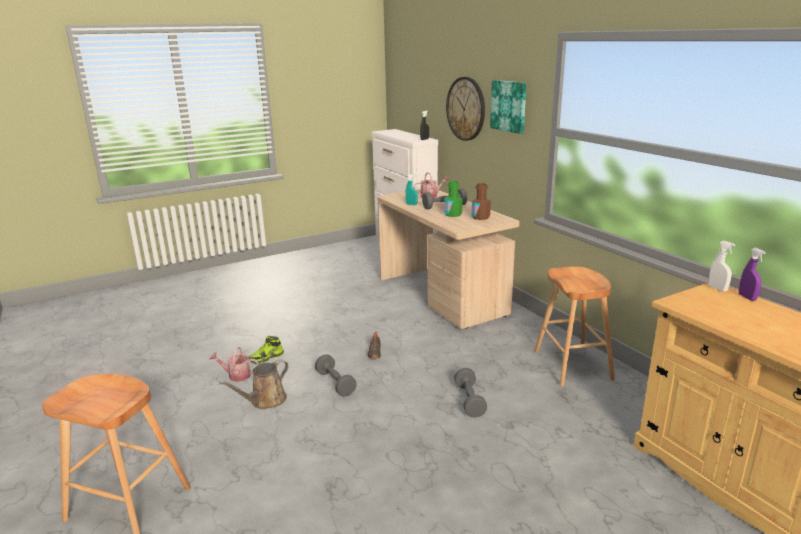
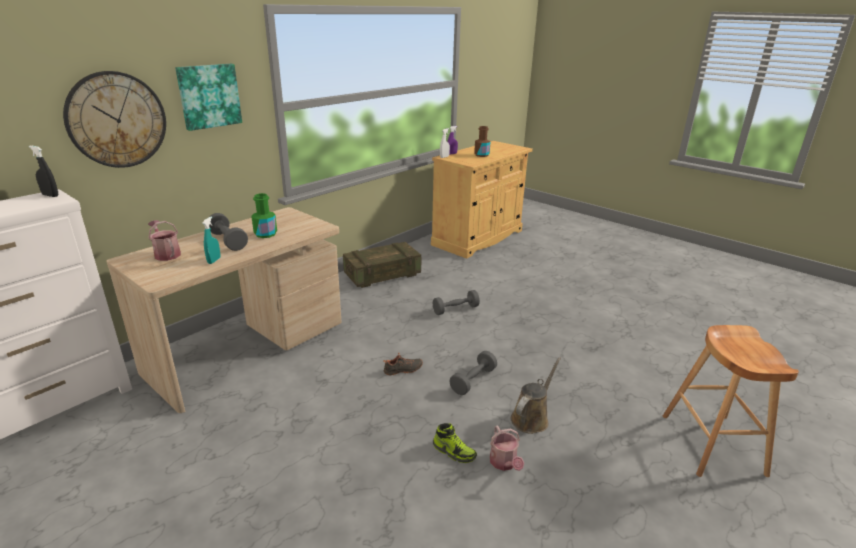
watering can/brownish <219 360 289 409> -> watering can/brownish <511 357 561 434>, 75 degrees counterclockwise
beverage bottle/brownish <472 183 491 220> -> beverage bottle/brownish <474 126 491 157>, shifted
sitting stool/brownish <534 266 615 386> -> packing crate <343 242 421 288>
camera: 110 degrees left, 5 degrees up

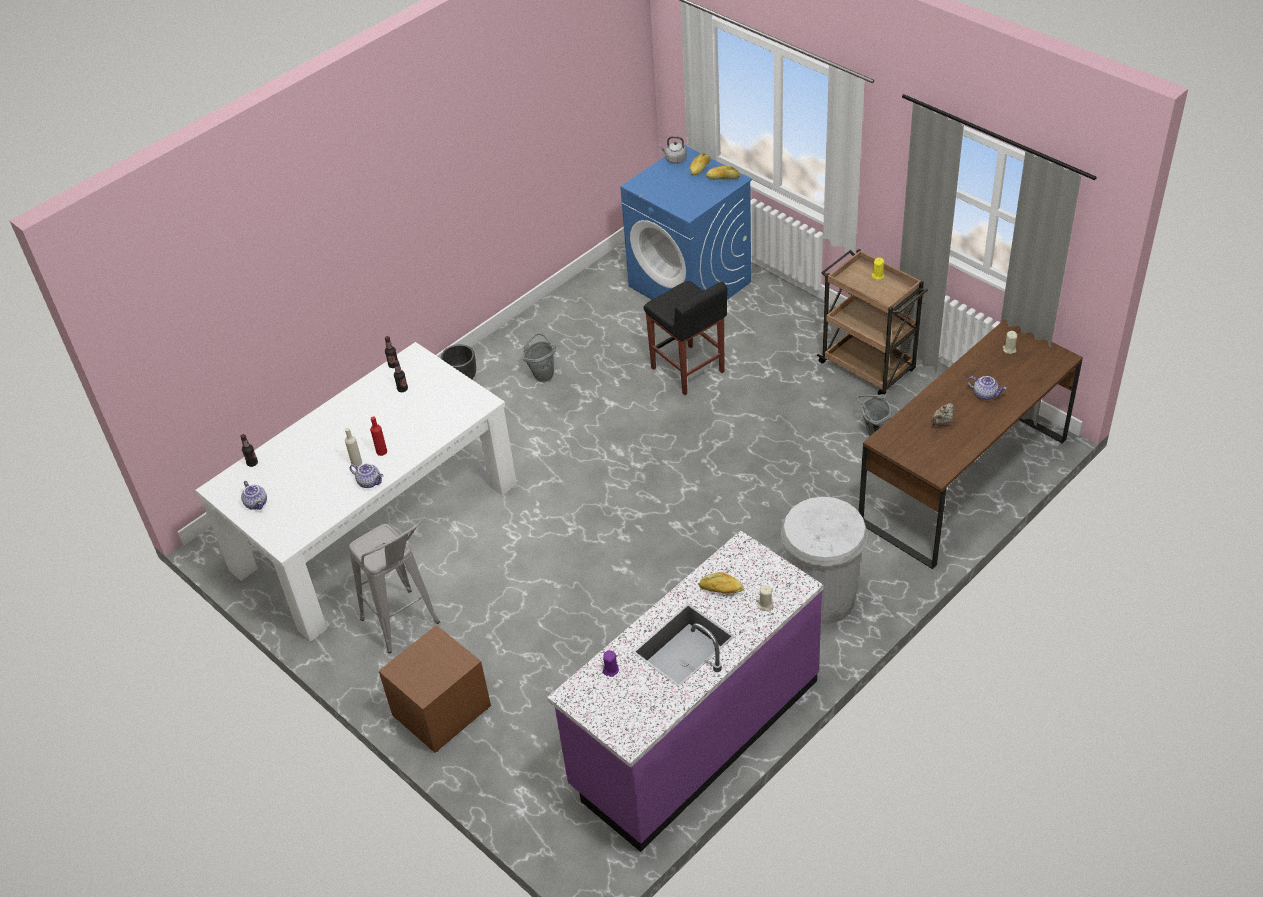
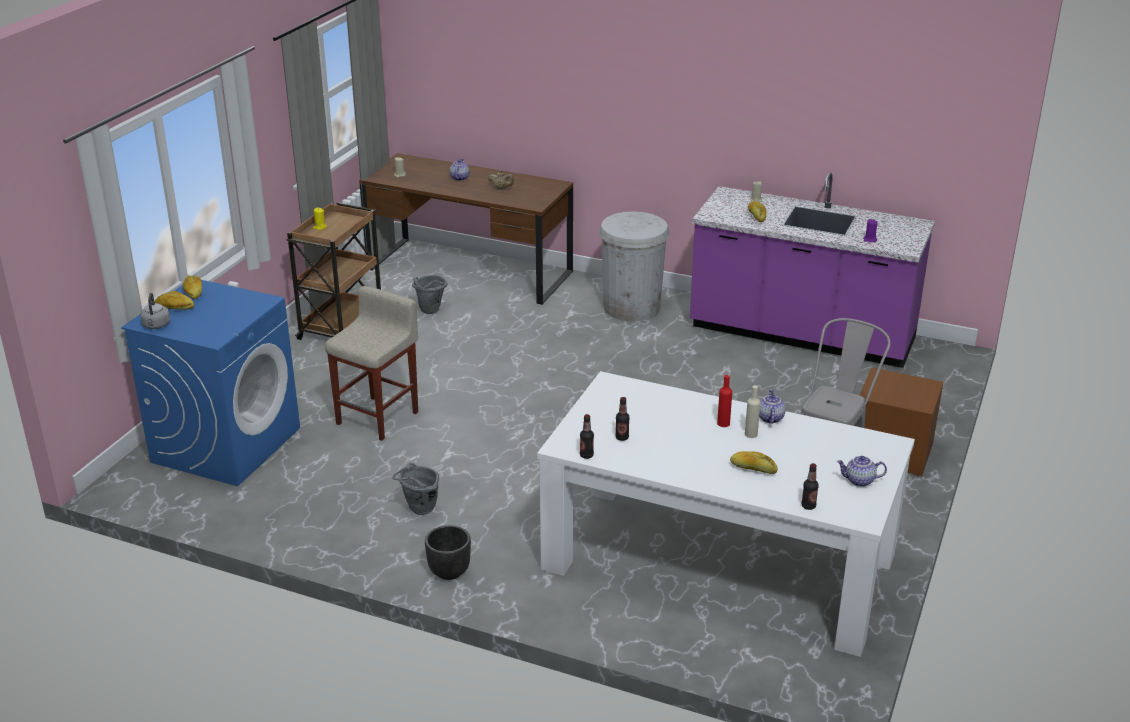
teapot <241 481 267 510> -> teapot <837 456 887 487>, 120 degrees counterclockwise
sitting stool/black <644 281 728 395> -> sitting stool/beige-coloured <325 286 418 441>
none -> baked bread <730 451 778 474>
camera: 115 degrees left, 15 degrees down

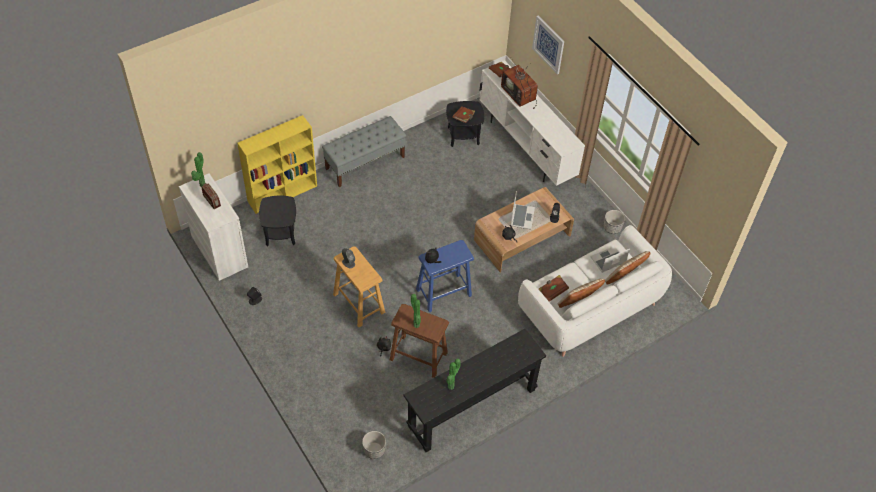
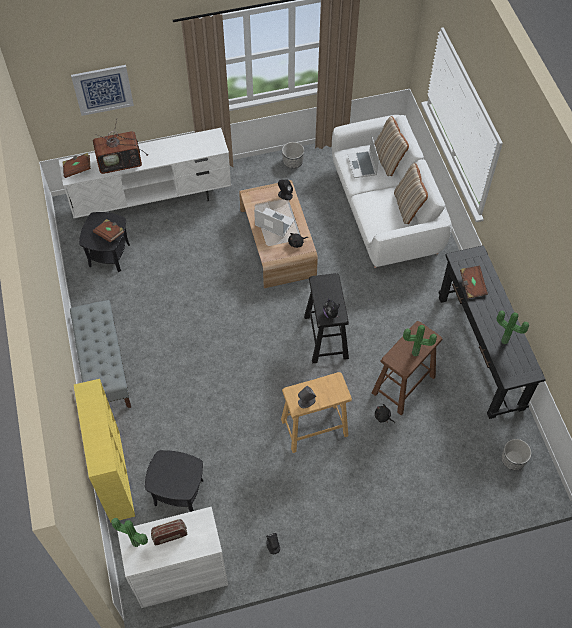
sitting stool/blue-coloured <416 240 474 312> -> sitting stool/black <304 273 349 363>
volume/brownish <539 275 569 302> -> volume/brownish <460 265 488 299>, shifted
camera: 70 degrees left, 5 degrees up

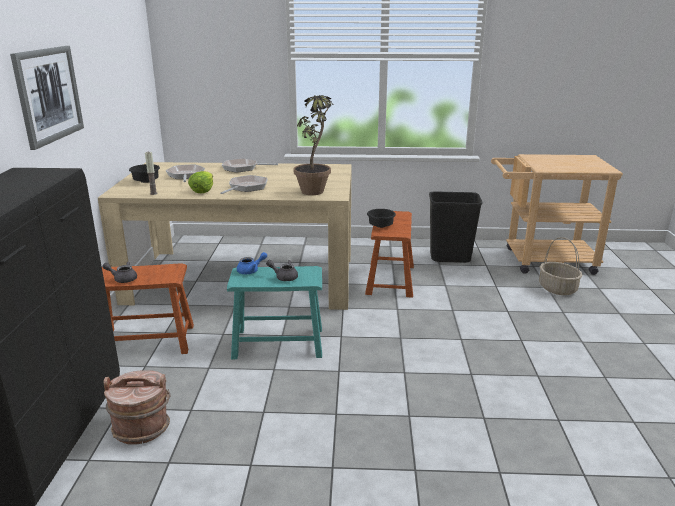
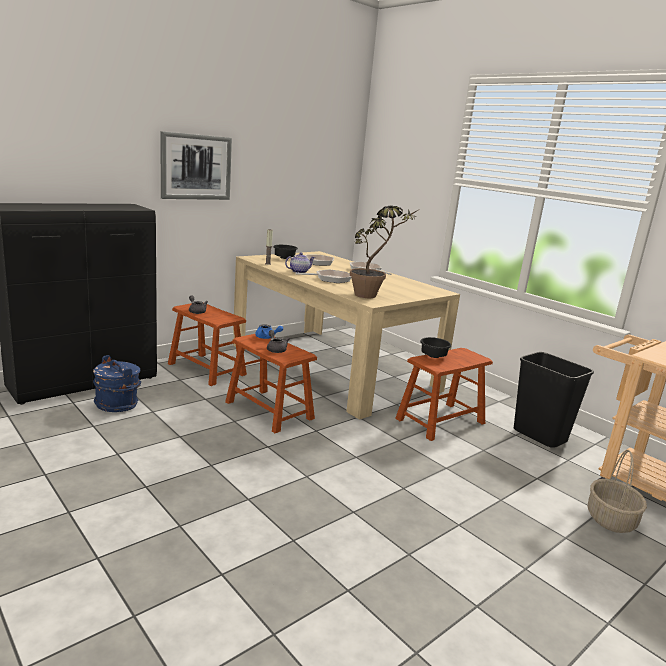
pail/brownish <103 370 170 445> -> pail/blue-coloured <93 355 141 412>
lettuce <188 171 213 193> -> teapot <285 252 315 273>
sitting stool/turquoise <227 266 322 359> -> sitting stool/brownish <225 334 317 433>
camera: 45 degrees right, 5 degrees down

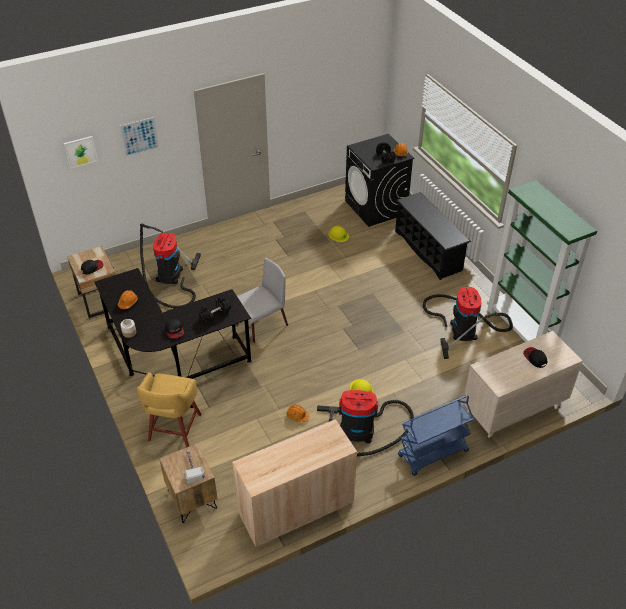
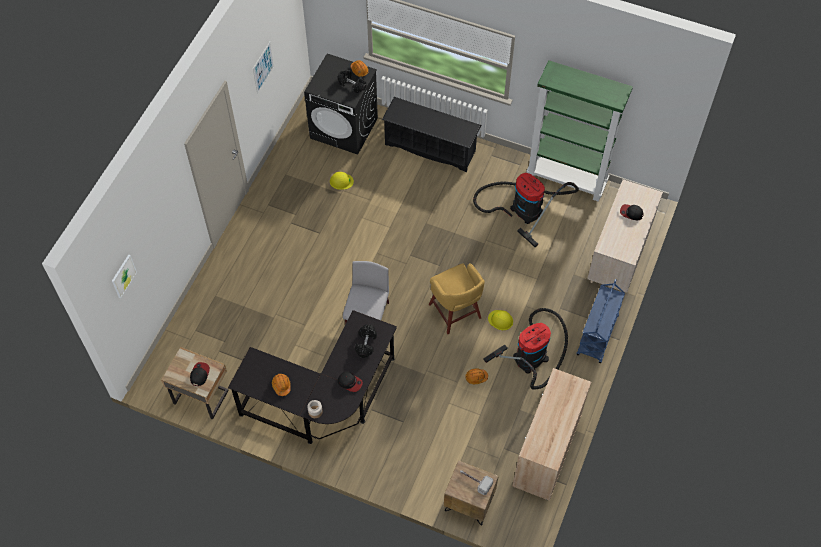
wall picture <119 117 160 157> -> wall picture <253 42 274 94>, shifted
sitting stool/yellowish <137 372 202 448> -> sitting stool/yellowish <429 263 485 334>, shifted
vacuum <140 223 201 308> -> none
camera: 40 degrees left, 15 degrees up

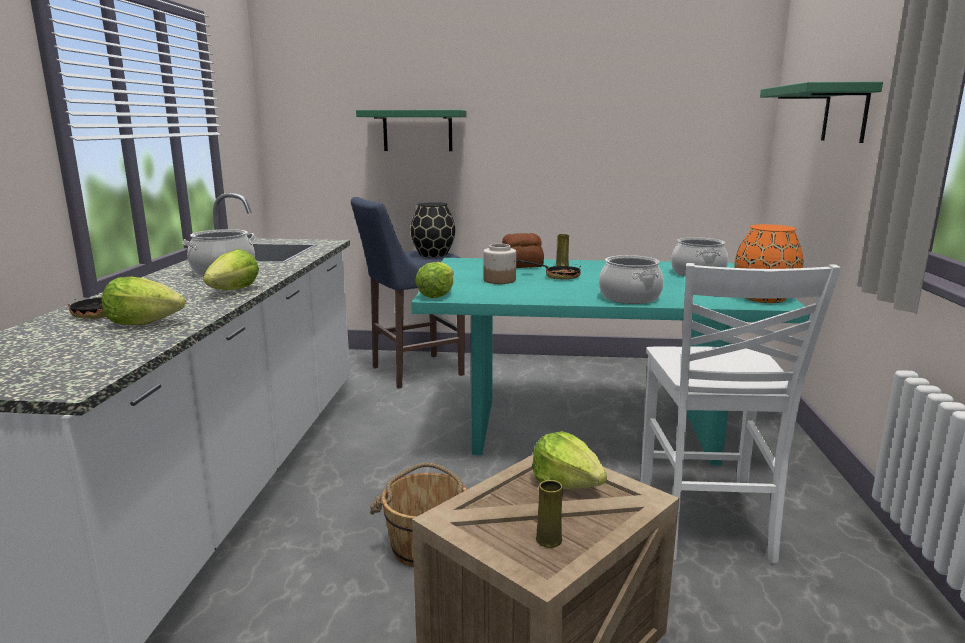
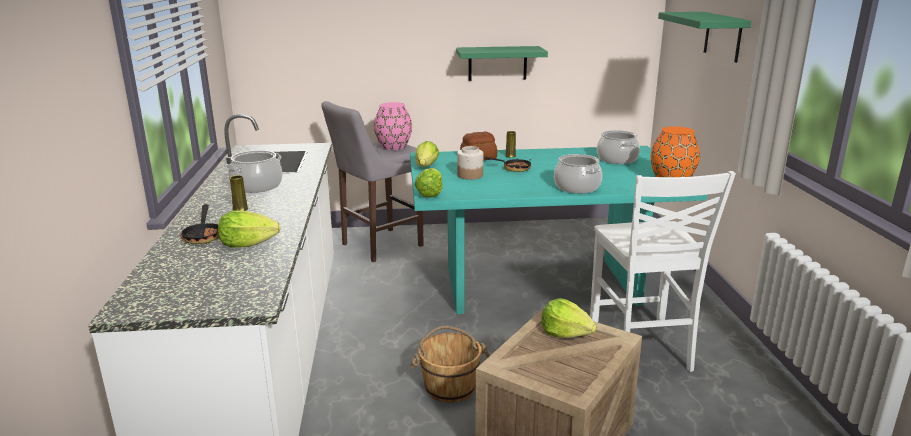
lettuce <203 249 259 290> -> lettuce <415 141 439 167>, shifted
sitting stool/blue-coloured <351 197 465 389> -> sitting stool/greyish <321 101 423 262>
shelf/green-coloured <356 110 467 151> -> shelf/green-coloured <456 46 548 81>, shifted
flower vase/black <411 202 455 257> -> flower vase/pink-coloured <374 102 412 150>
flower vase/yellowish <536 480 563 548> -> flower vase/yellowish <230 175 248 211>, shifted
camera: 10 degrees left, 5 degrees up

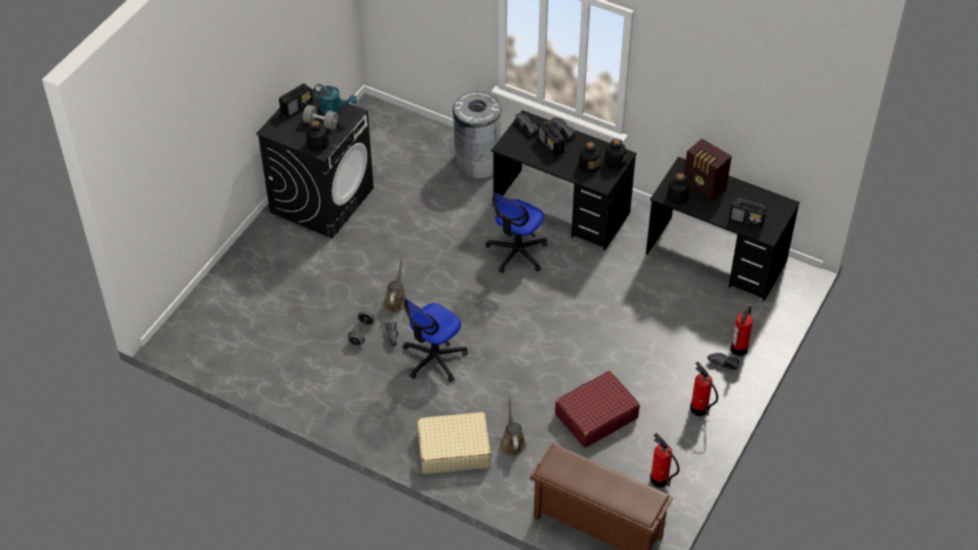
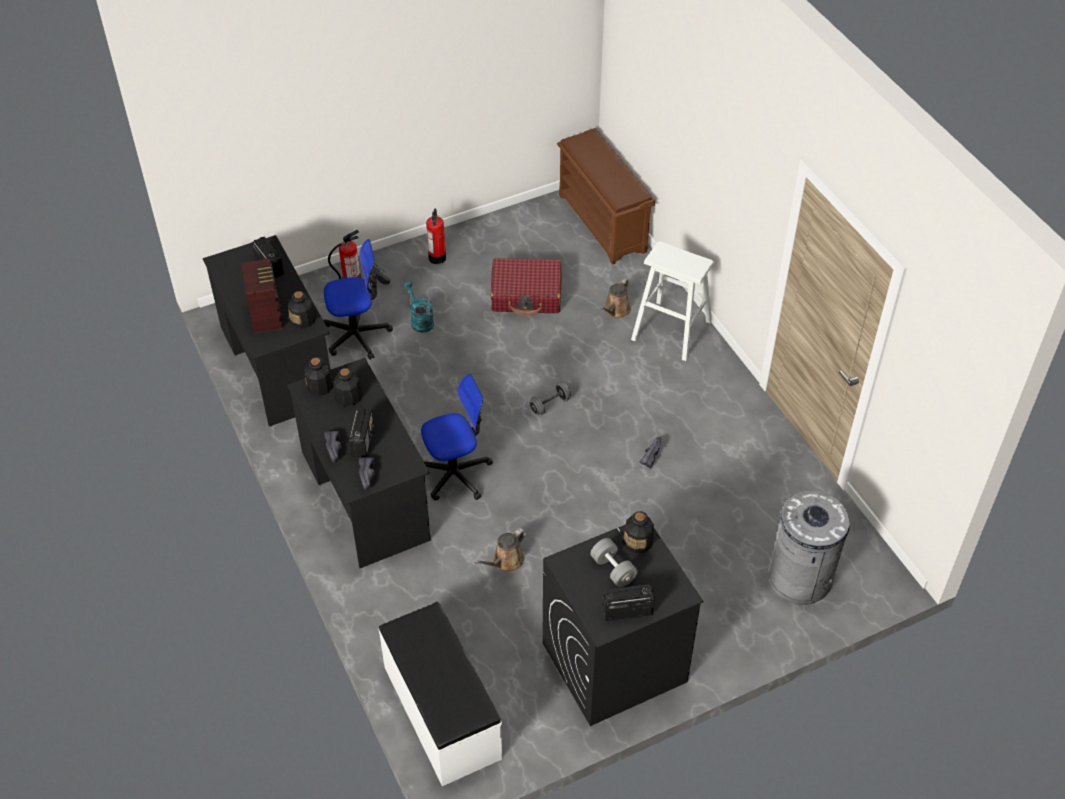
watering can/turquoise <314 84 357 115> -> watering can/turquoise <403 282 434 333>, shifted
free weight/greyish <348 310 375 346> -> free weight/greyish <529 383 571 415>, shifted
watering can/brownish <384 257 406 312> -> watering can/brownish <475 528 526 572>, shifted
desk chair <403 297 468 382> -> desk chair <324 239 393 360>, shifted
piece of luggage/beige-coloured <417 412 491 474> -> sitting stool/white <631 241 714 361>
trash can/greyish <453 91 502 179> -> trash can/greyish <767 491 850 605>, shifted
extinguisher <650 433 680 487> -> none
none -> indoor bench/white <379 602 502 786>
camera: 145 degrees left, 0 degrees up

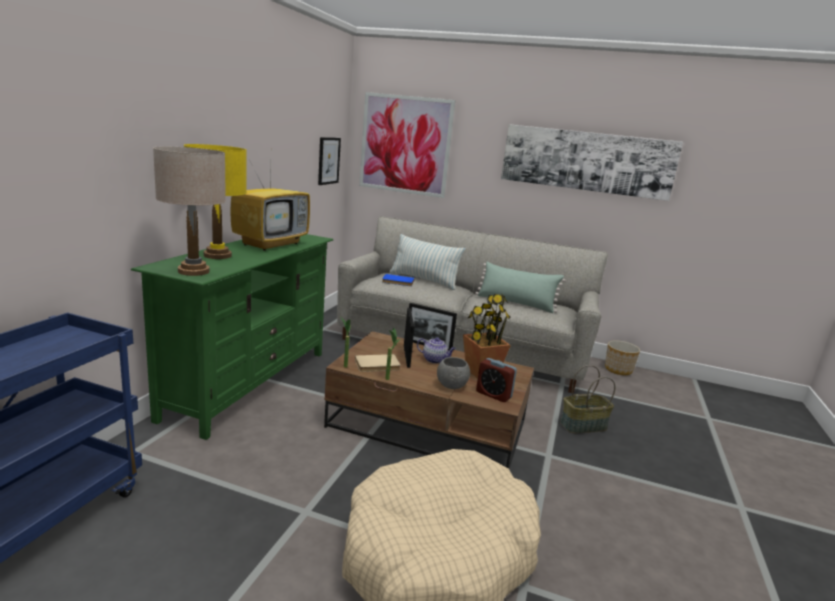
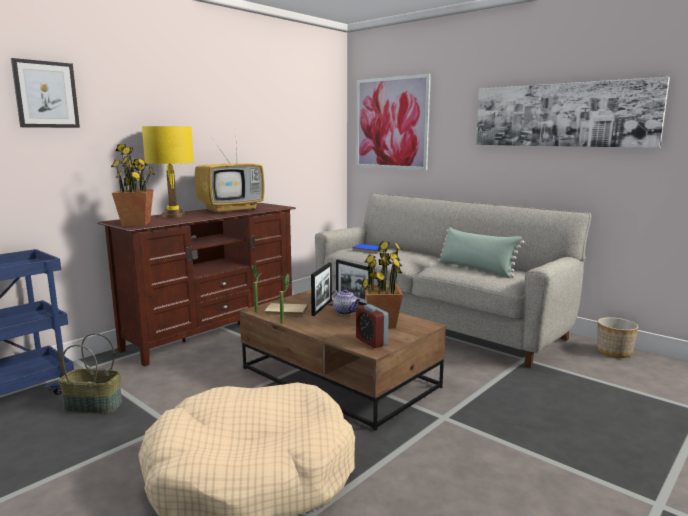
media console/green-coloured <131 234 334 440> -> media console/brownish <97 203 296 367>
tabletop lamp/beige-coloured <153 146 226 276> -> potted plant <111 144 155 226>
wall picture <318 137 341 185> -> wall picture <11 58 80 128>, shifted
pillow <390 234 465 290> -> none
bowl/greyish <437 357 470 389> -> none
storage basket <560 365 616 433> -> storage basket <58 333 123 414>, shifted
camera: 25 degrees right, 5 degrees down

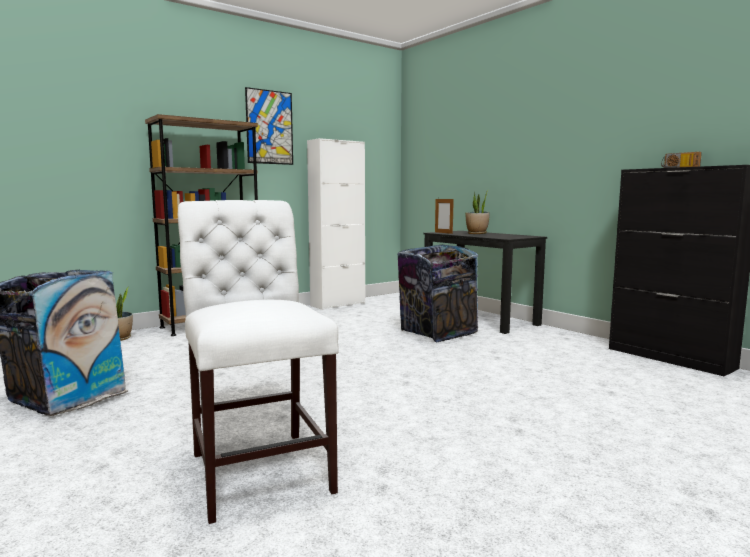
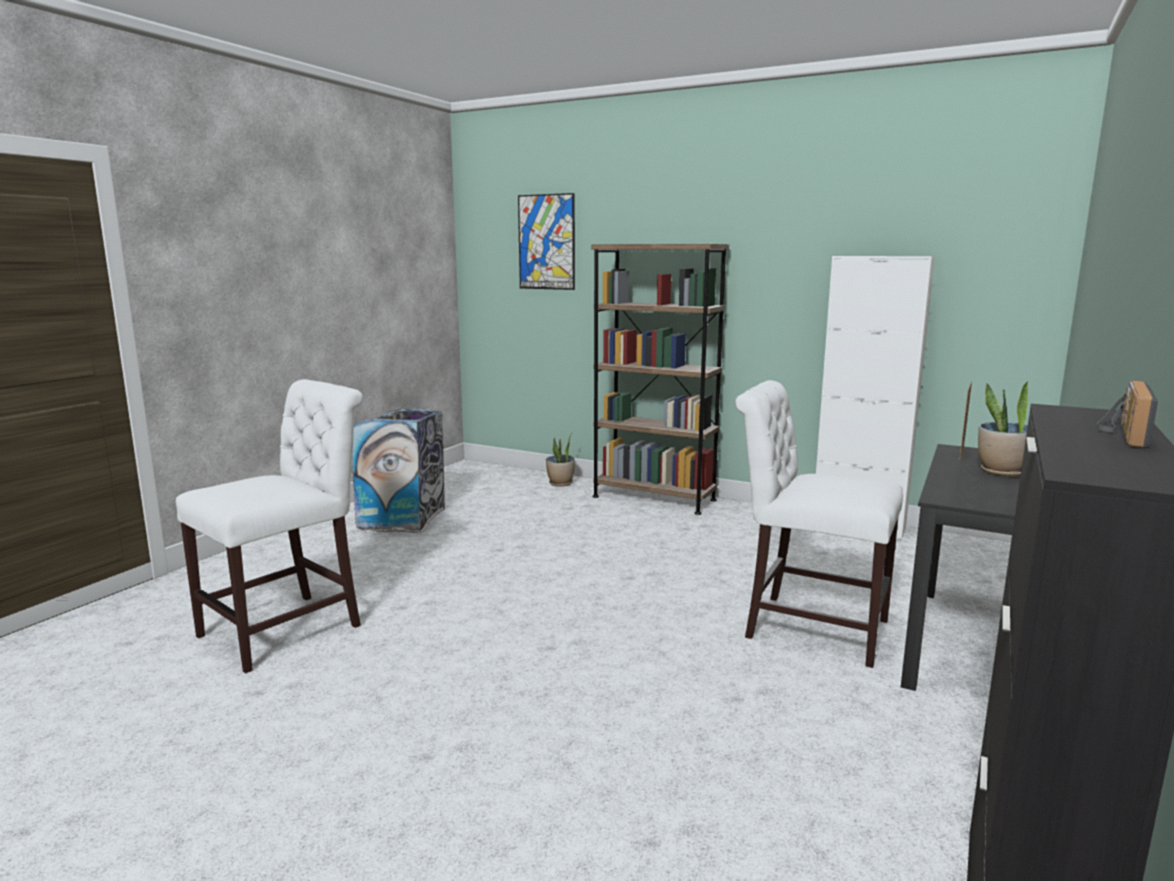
wall picture <245 87 293 165> -> wall picture <518 193 575 290>, shifted
trash can <398 245 478 343> -> upright chair/white <735 380 903 668>
camera: 65 degrees right, 5 degrees up

